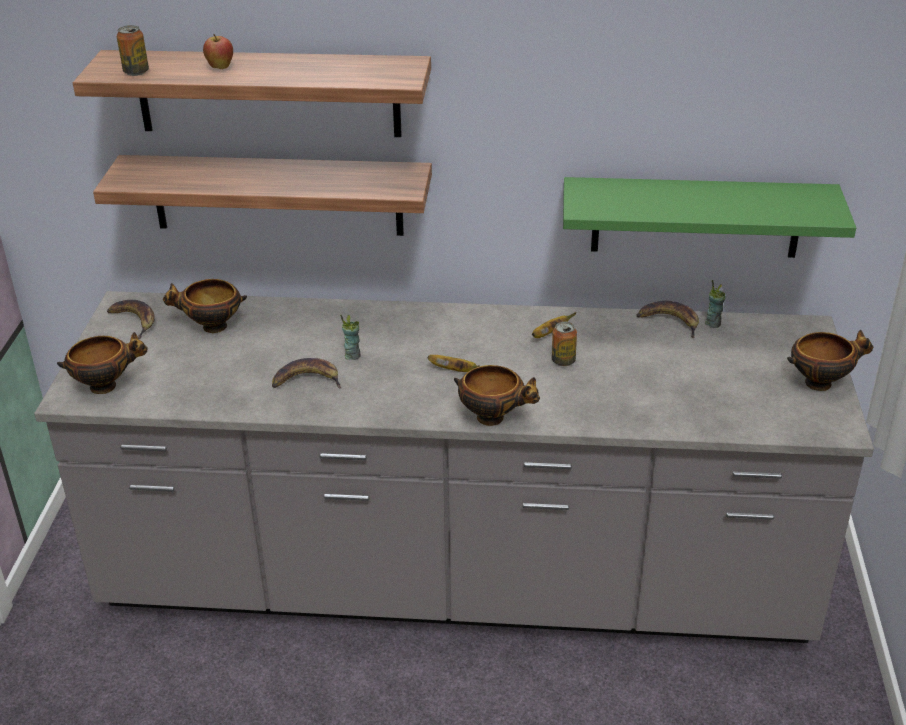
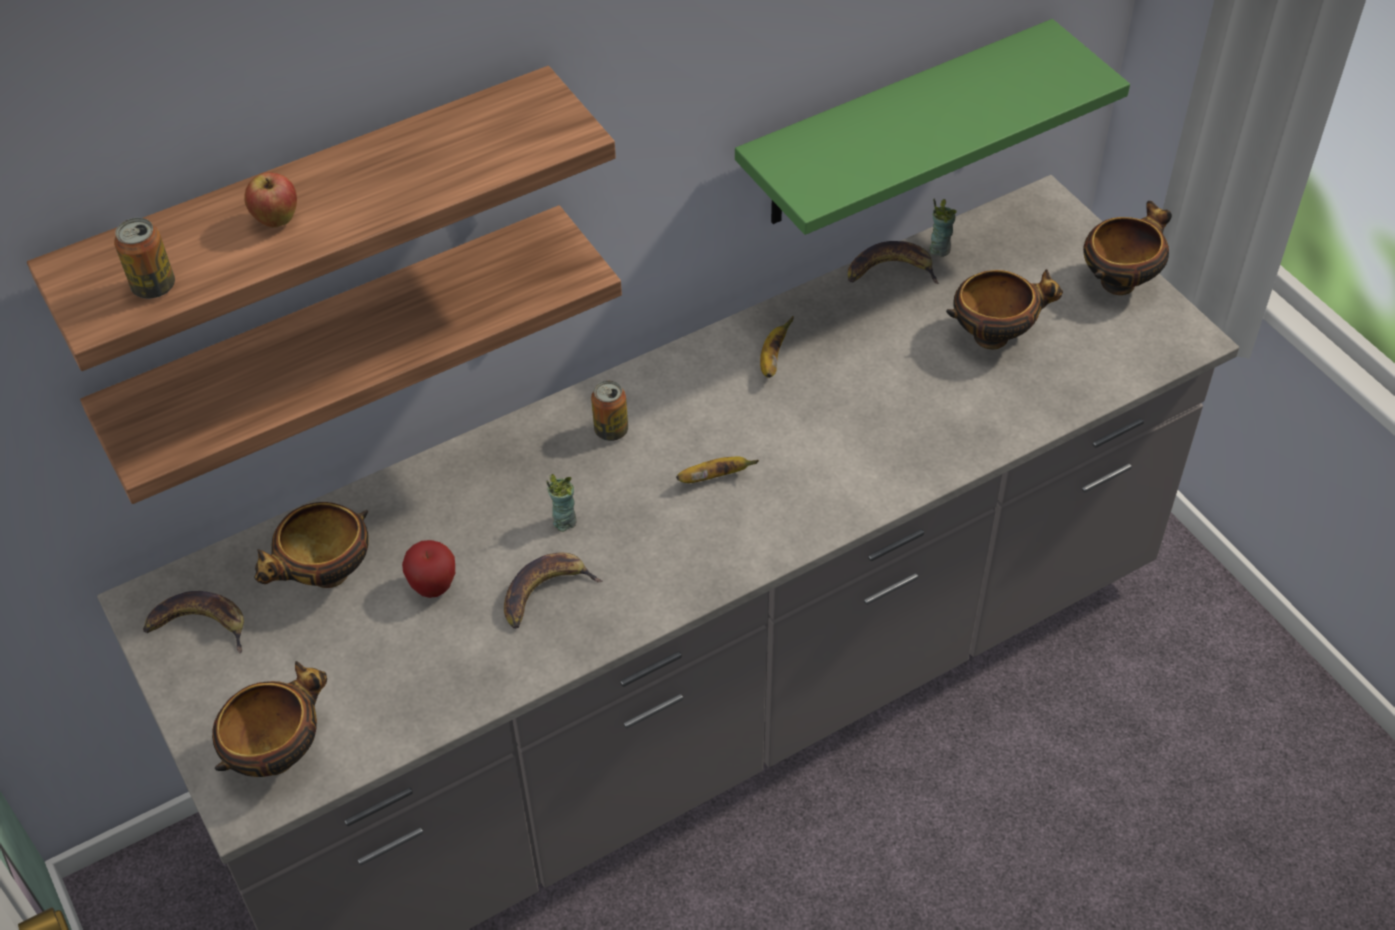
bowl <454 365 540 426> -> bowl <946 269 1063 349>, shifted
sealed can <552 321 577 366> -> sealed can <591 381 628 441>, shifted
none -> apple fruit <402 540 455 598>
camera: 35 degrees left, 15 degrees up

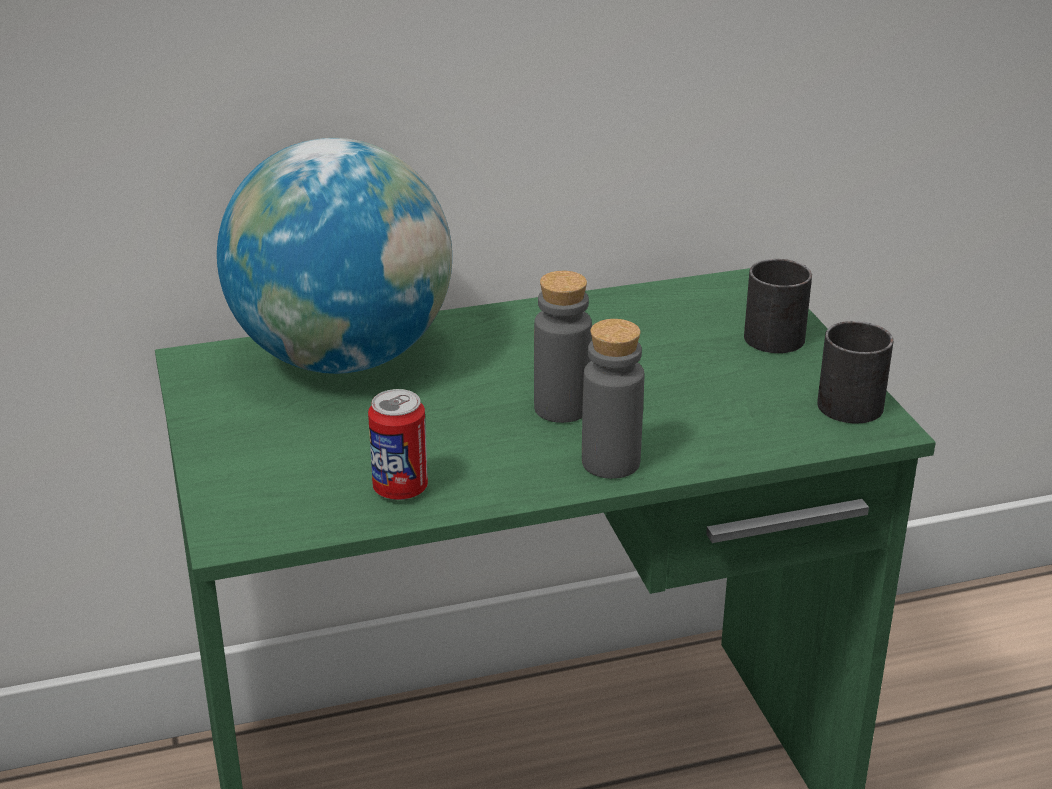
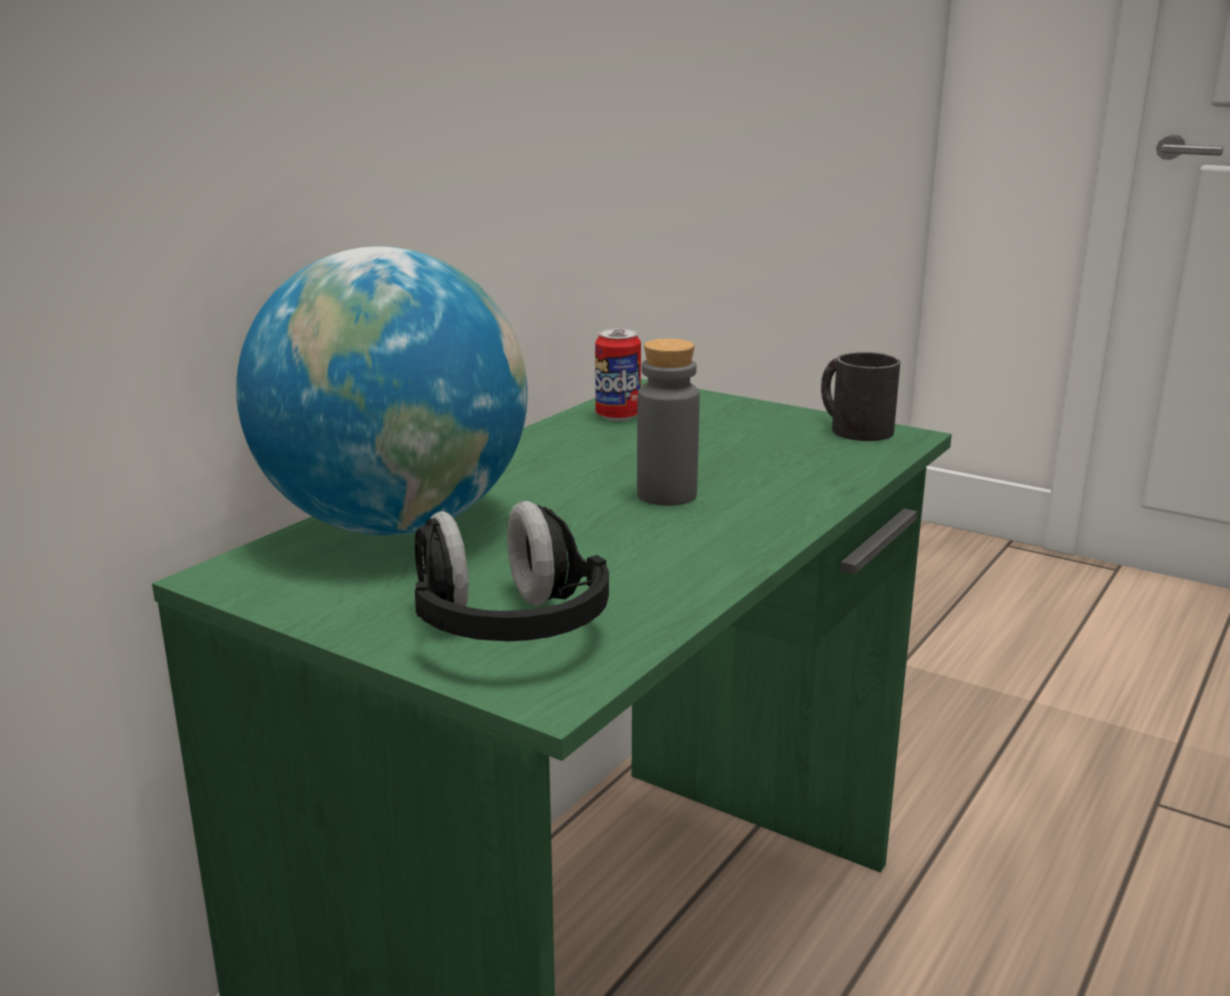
sealed can <368 389 428 500> -> sealed can <595 328 641 421>, shifted
beverage bottle/greyish <582 319 644 479> -> none
tea mug/black <744 259 812 353> -> none
none -> headset/black <415 501 609 641>
camera: 40 degrees left, 10 degrees down

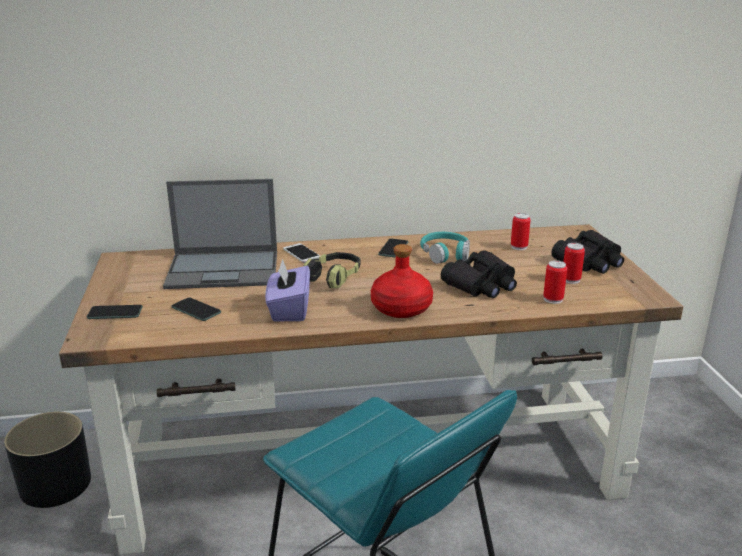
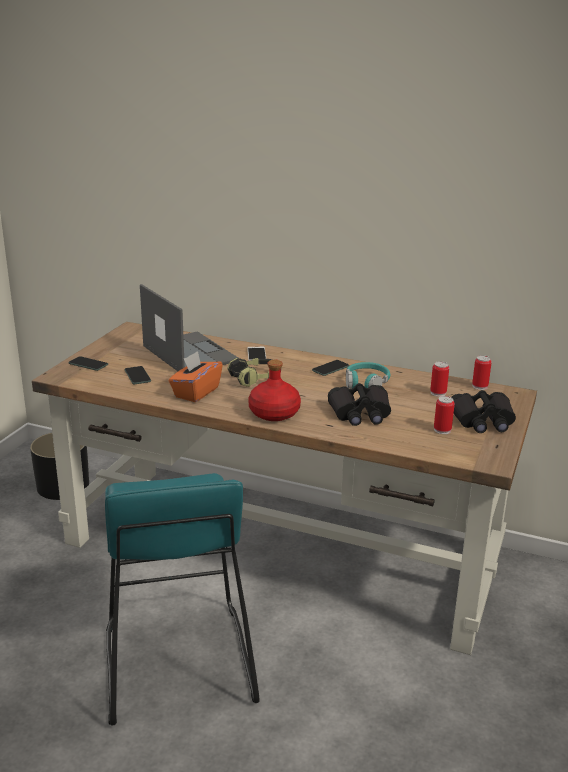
laptop <163 179 277 289> -> laptop <140 284 238 371>, 150 degrees counterclockwise
box of tissues/purple <265 259 310 322> -> box of tissues/orange-coloured <169 351 223 402>
sealed can <543 260 567 304> -> sealed can <472 355 492 390>, shifted
camera: 30 degrees right, 0 degrees up

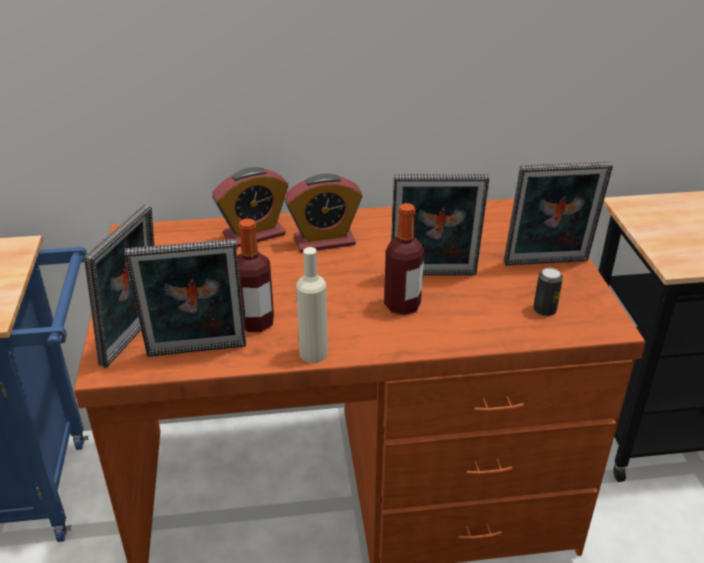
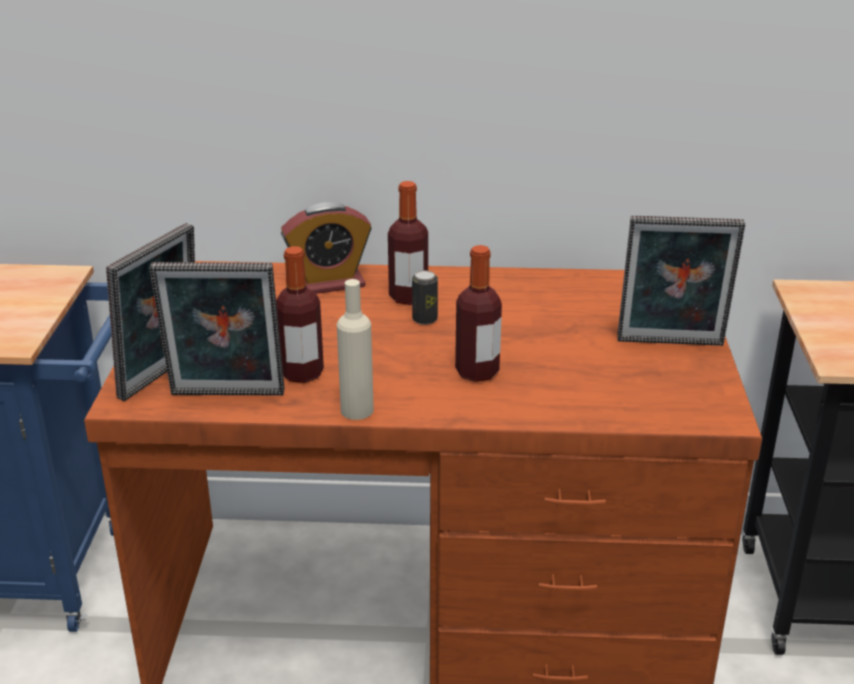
bedside clock <284 174 362 253> -> beverage bottle <388 181 428 305>
photo frame <391 174 489 275> -> none
sealed can <533 268 563 316> -> sealed can <412 270 438 325>, shifted
camera: 10 degrees right, 5 degrees down

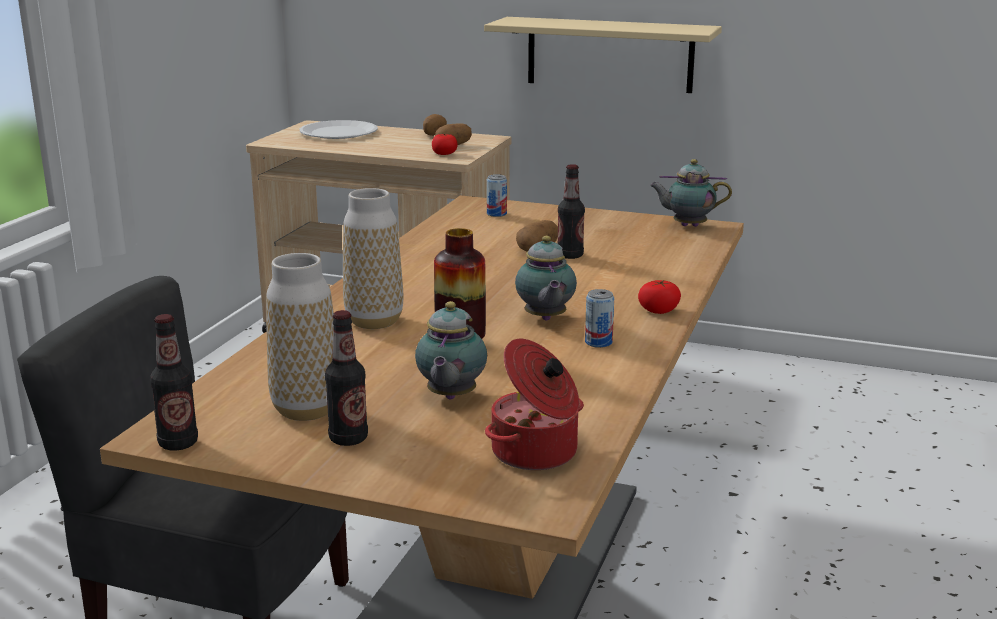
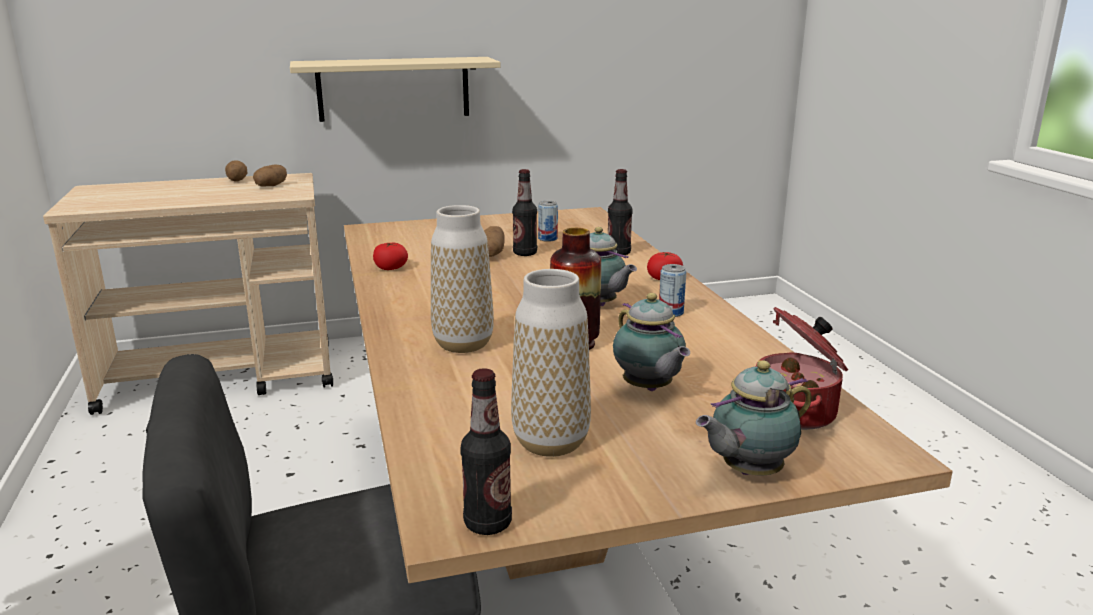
dinner plate/white <300 120 378 139> -> none
beverage bottle <325 310 368 446> -> beverage bottle <608 169 633 255>, shifted
whole tomato <432 133 457 155> -> whole tomato <373 242 408 270>, shifted
sealed can <487 174 507 217> -> sealed can <538 201 558 242>, shifted
teapot <649 159 732 227> -> teapot <696 361 812 475>, shifted
camera: 35 degrees left, 0 degrees up

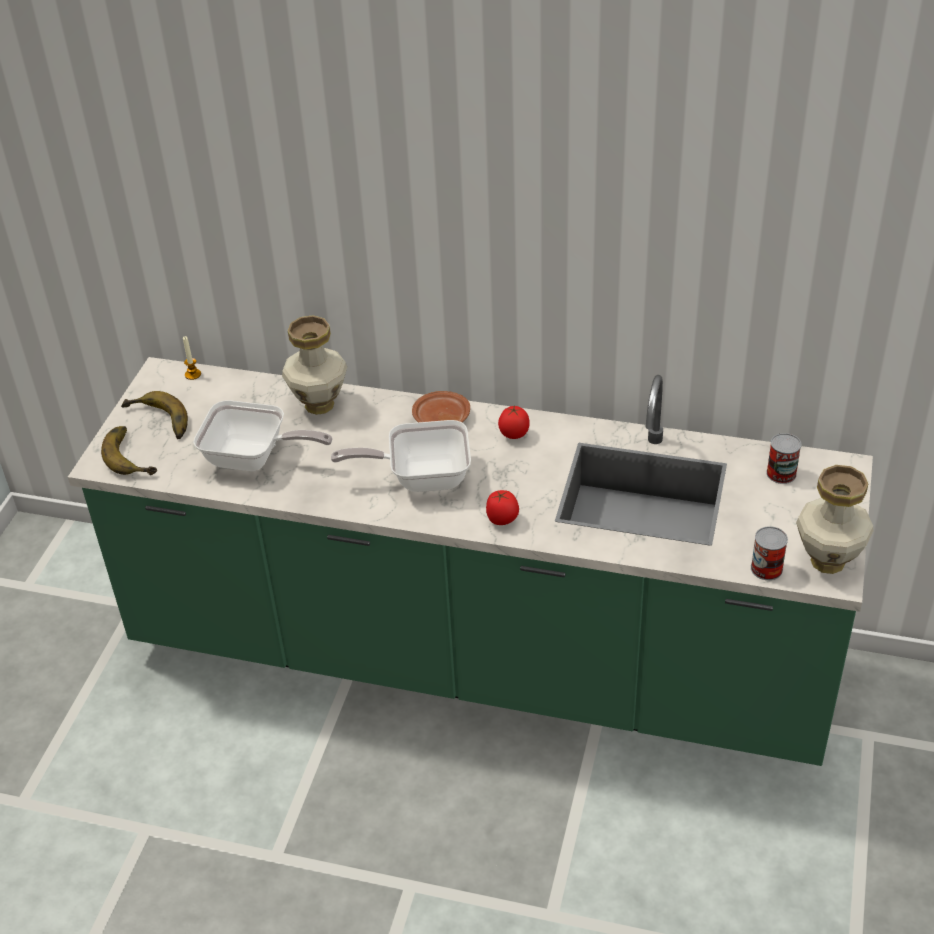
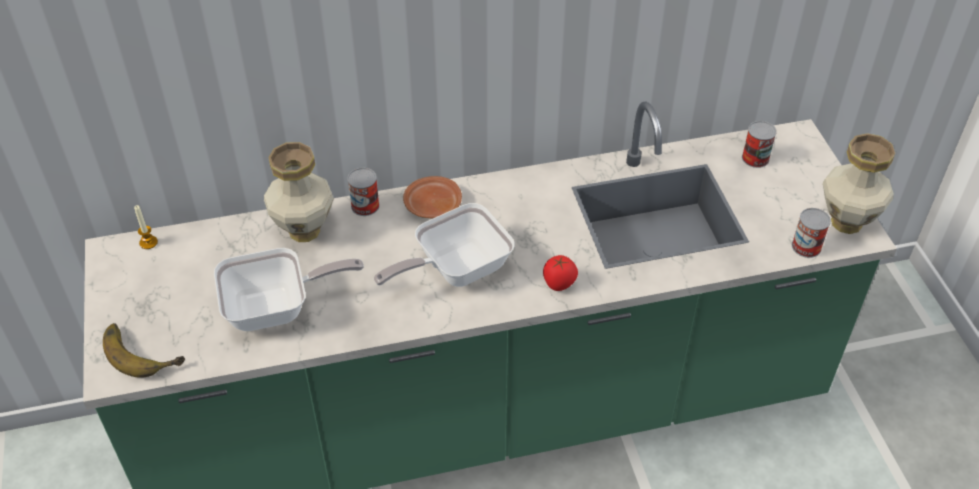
whole banana <121 391 188 439> -> none
whole tomato <498 406 530 439> -> none
none -> sealed can <347 168 380 216>
camera: 30 degrees left, 5 degrees up

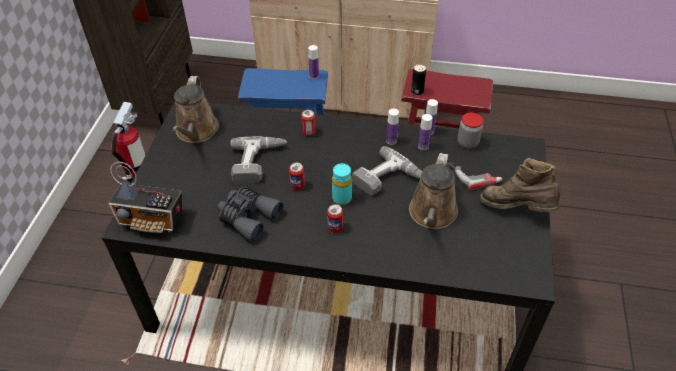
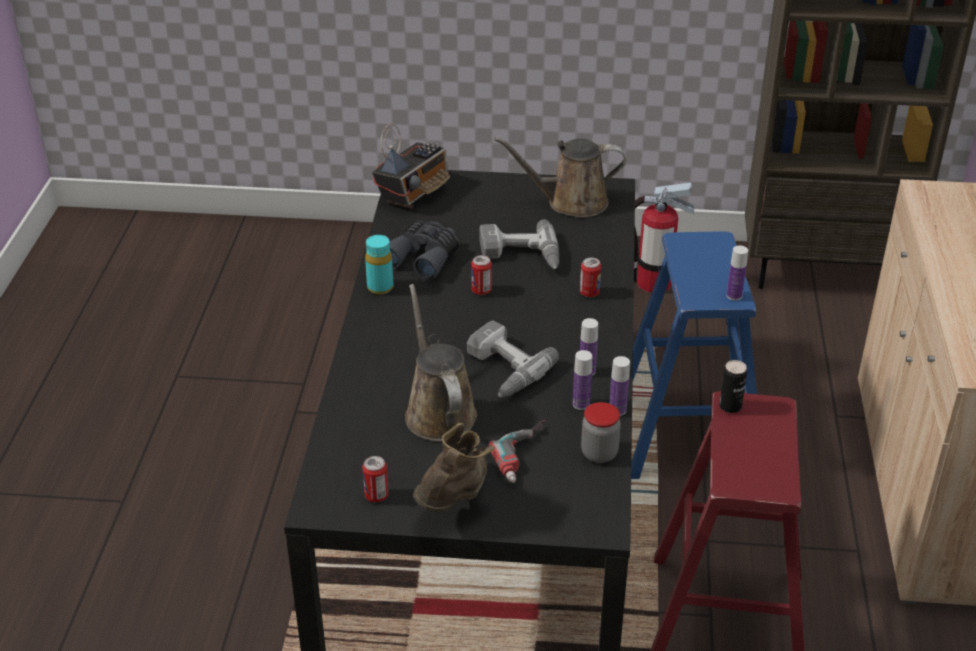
radio receiver <108 162 182 234> -> radio receiver <372 123 450 209>, 150 degrees counterclockwise
sealed can <327 204 343 233> -> sealed can <363 456 389 502>, shifted
beverage bottle/turquoise <332 163 352 205> -> beverage bottle/turquoise <365 235 393 295>, shifted
watering can/brownish <409 153 458 229> -> watering can/brownish <405 284 477 441>, 60 degrees clockwise
camera: 85 degrees right, 10 degrees down

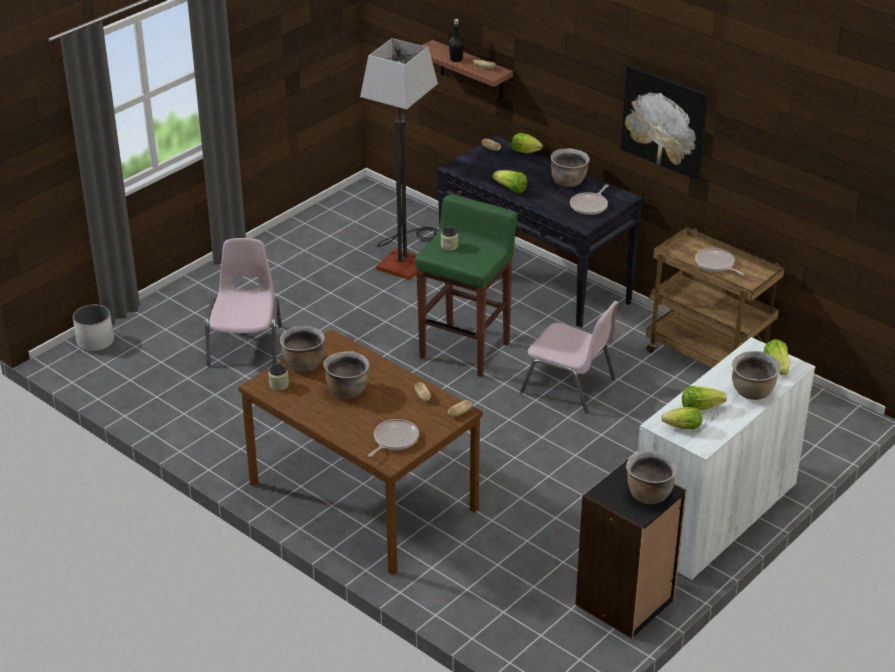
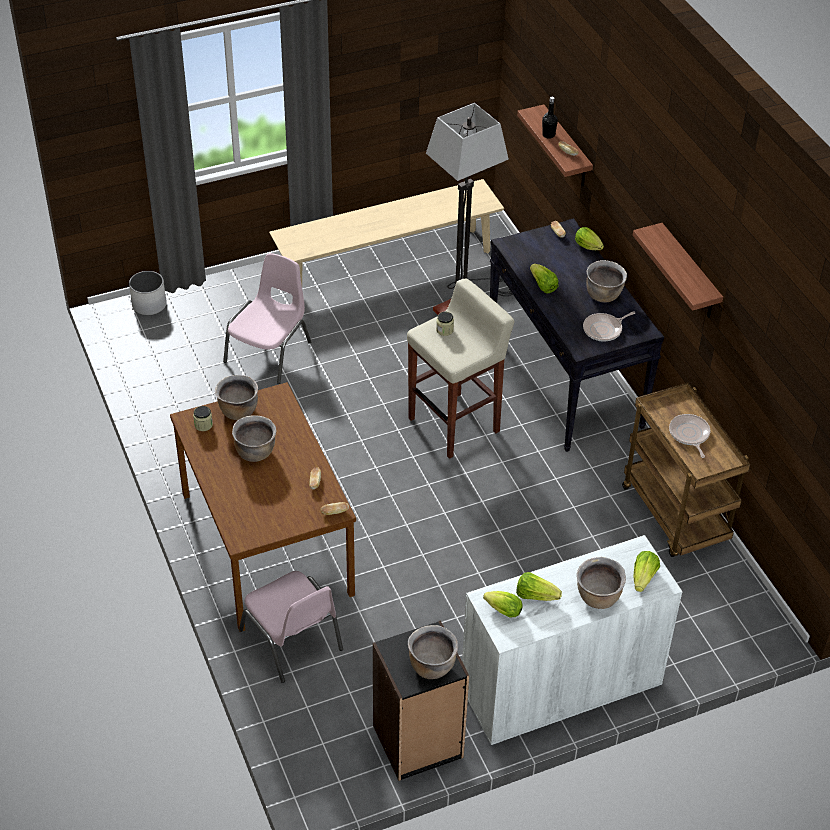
skillet <368 419 419 457> -> none
sitting stool/green-coloured <415 195 518 377> -> sitting stool/beige-coloured <407 278 514 459>
upright chair/pink-coloured <520 301 619 414> -> upright chair/pink-coloured <240 571 343 683>, shifted
wall picture <621 64 709 180> -> shelf <633 223 723 318>
none -> indoor bench/beige-coloured <269 179 504 285>
camera: 25 degrees right, 10 degrees up

